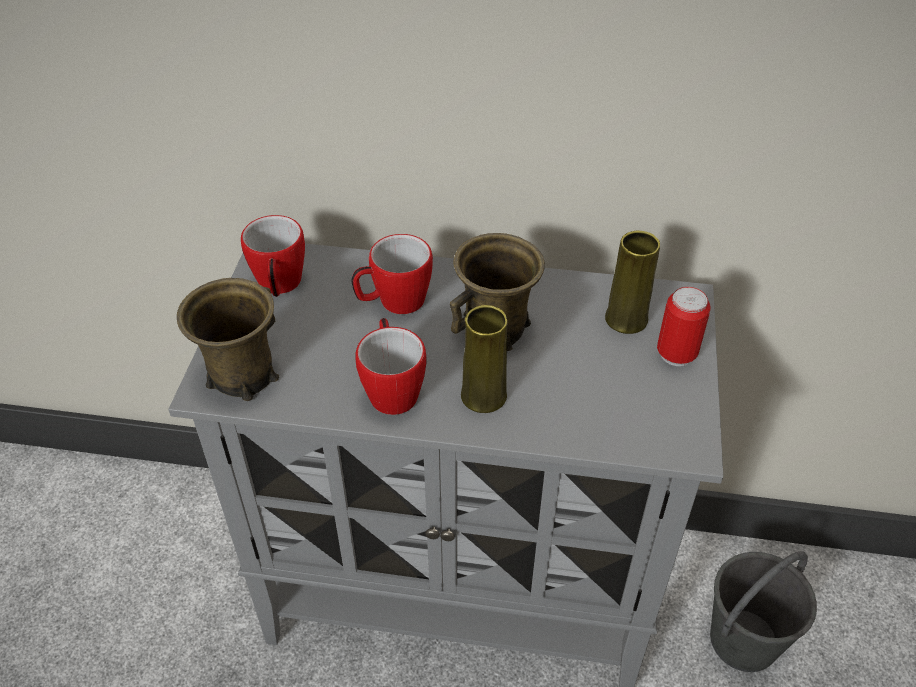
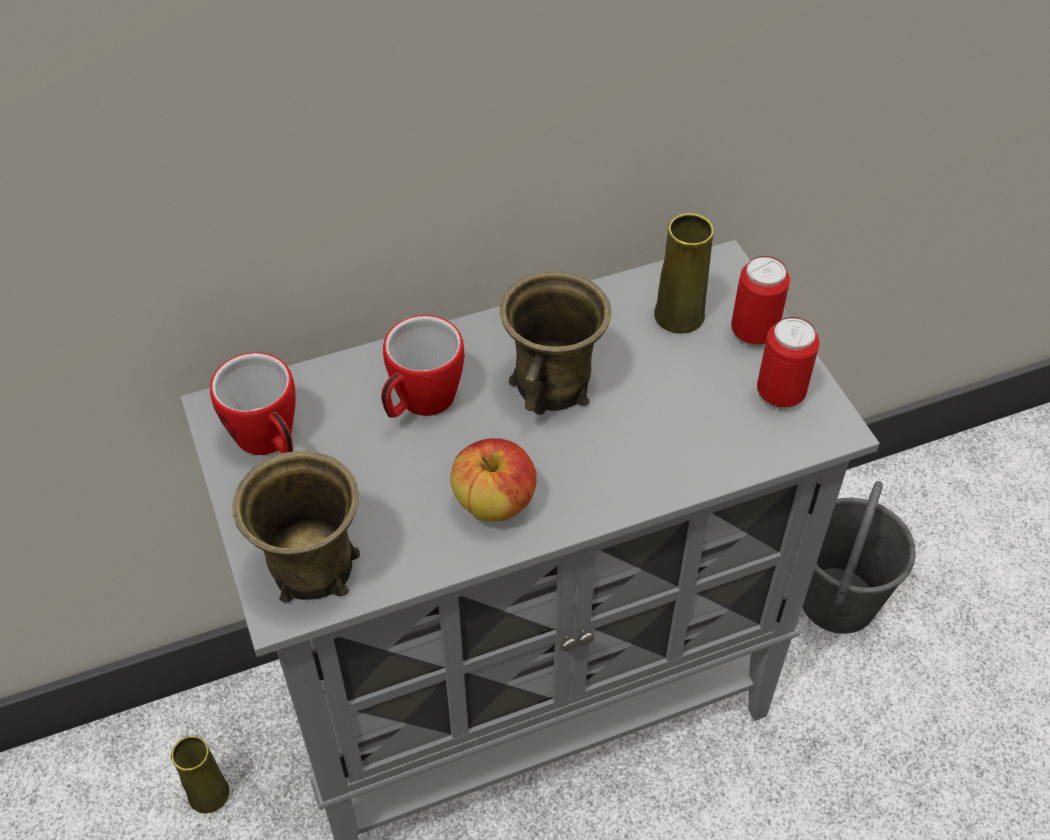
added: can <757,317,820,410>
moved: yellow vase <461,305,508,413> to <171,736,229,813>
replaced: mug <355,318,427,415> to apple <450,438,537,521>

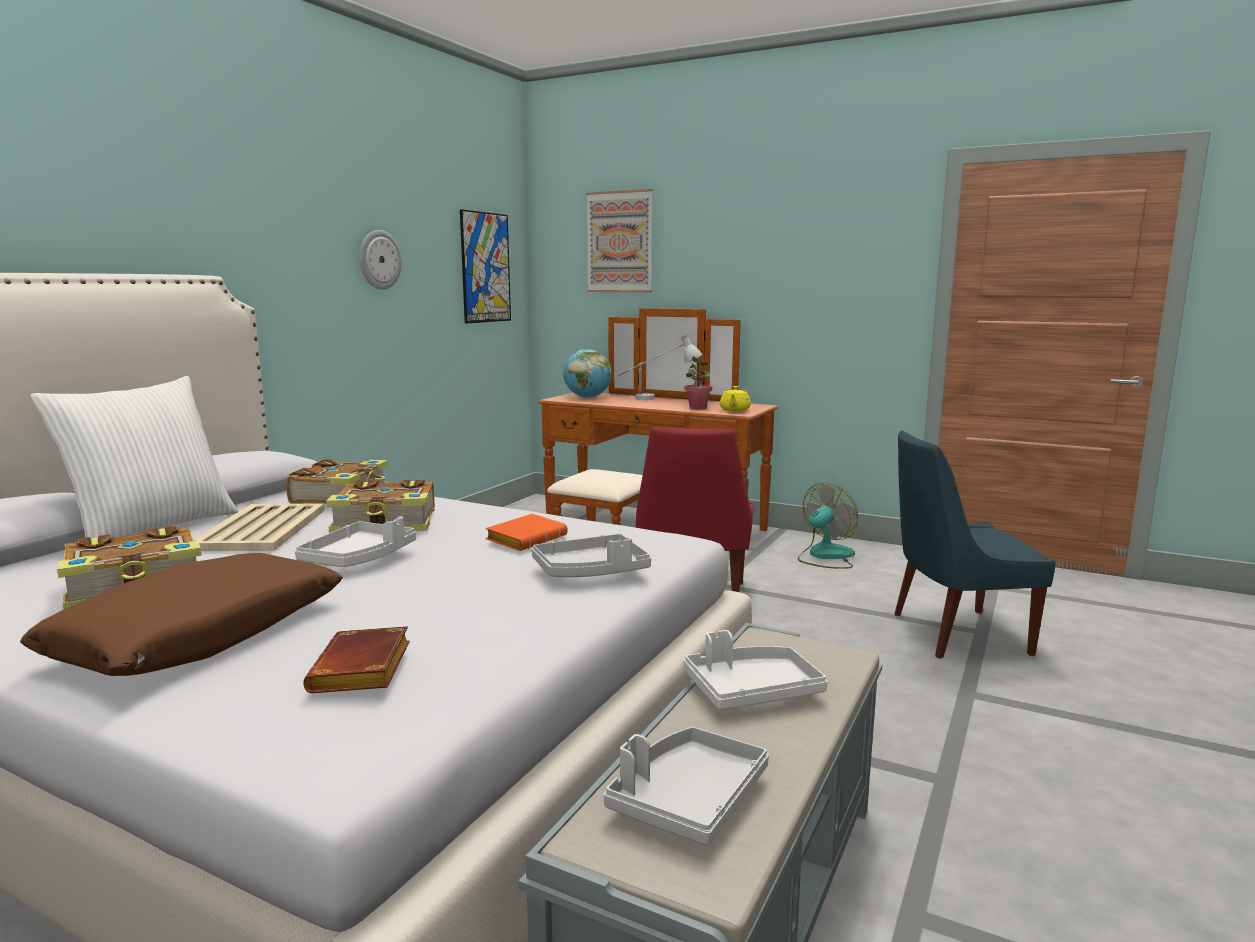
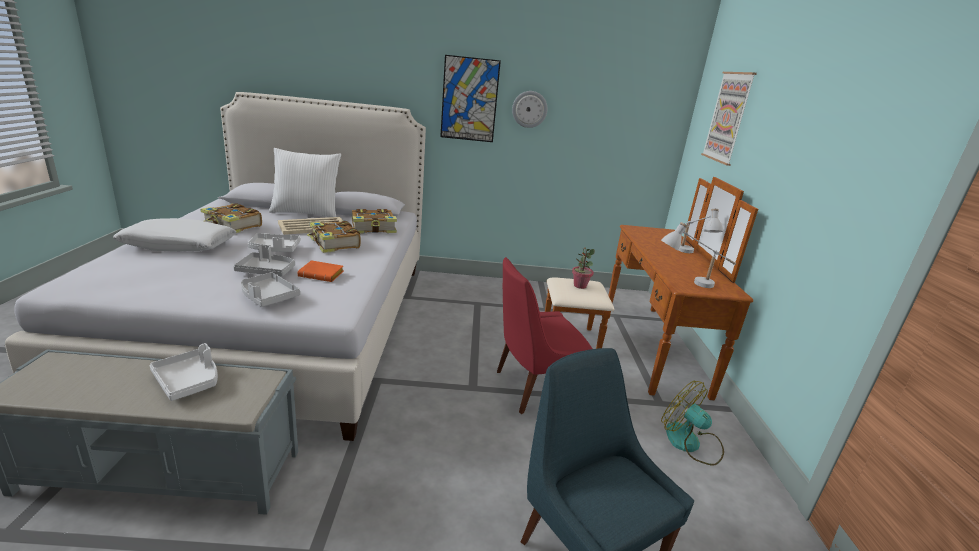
removed: globe <564,349,612,398>; brown book <303,626,410,693>
moved: picture <460,209,511,324> to <440,55,501,142>; potted plant <685,355,712,409> to <572,247,595,289>; grey tray <604,727,769,845> to <233,245,295,276>
replaced: yellow teapot <719,386,751,412> to white table lamp <661,222,736,288>
recoloured: brown pillow <20,553,343,676> to white pillow <113,218,237,252>
turned: fan <798,483,858,569> = <661,381,724,465> 150 degrees counterclockwise

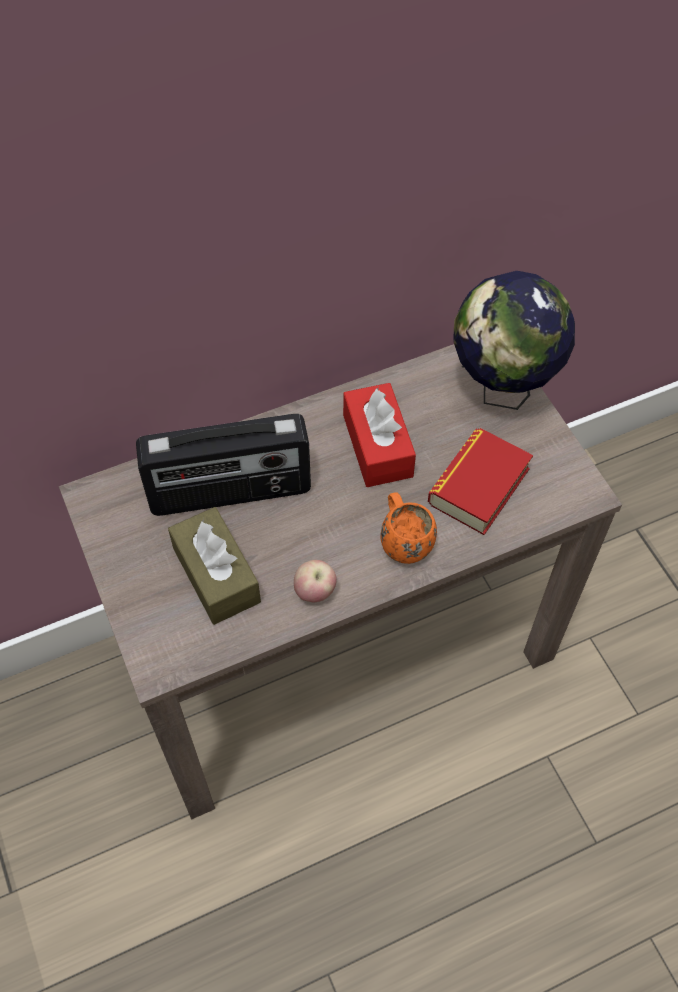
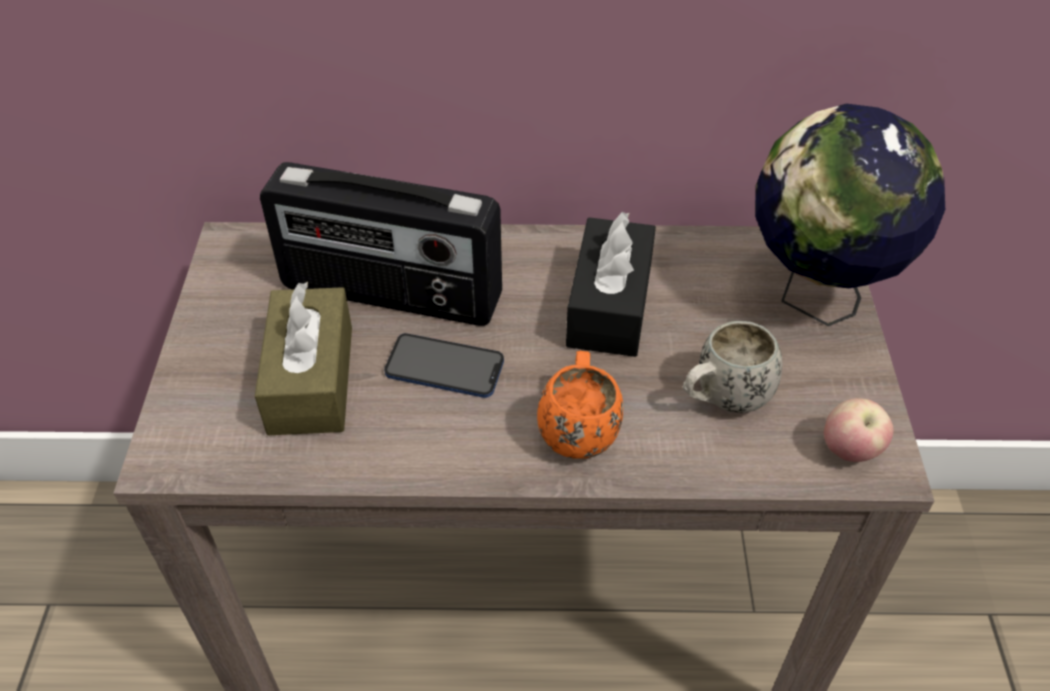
added: phone <384,333,504,398>
moved: apple <294,560,337,602> to <824,398,894,462>
replaced: book <428,428,533,535> to white mug <683,321,782,413>
recoloured: red tissue box <343,383,416,487> to black tissue box <566,212,656,357>

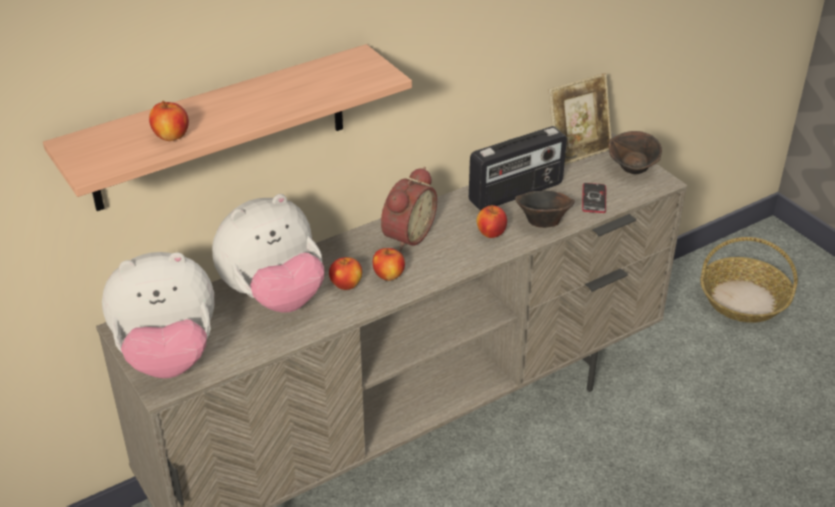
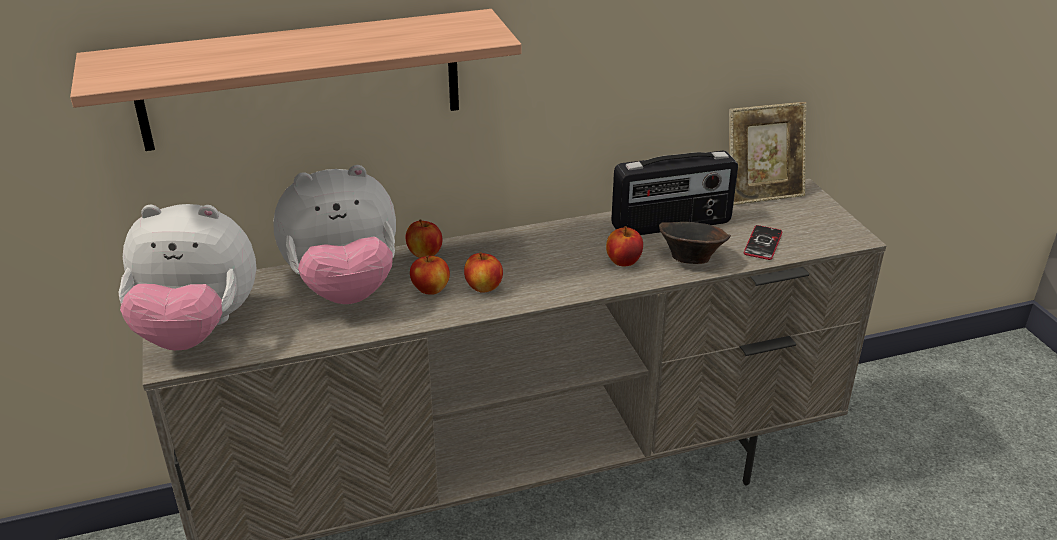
removed: brown bowl <609,131,662,174>; alarm clock <381,167,437,251>; basket <700,237,798,323>
moved: apple <149,101,189,141> to <406,219,443,258>

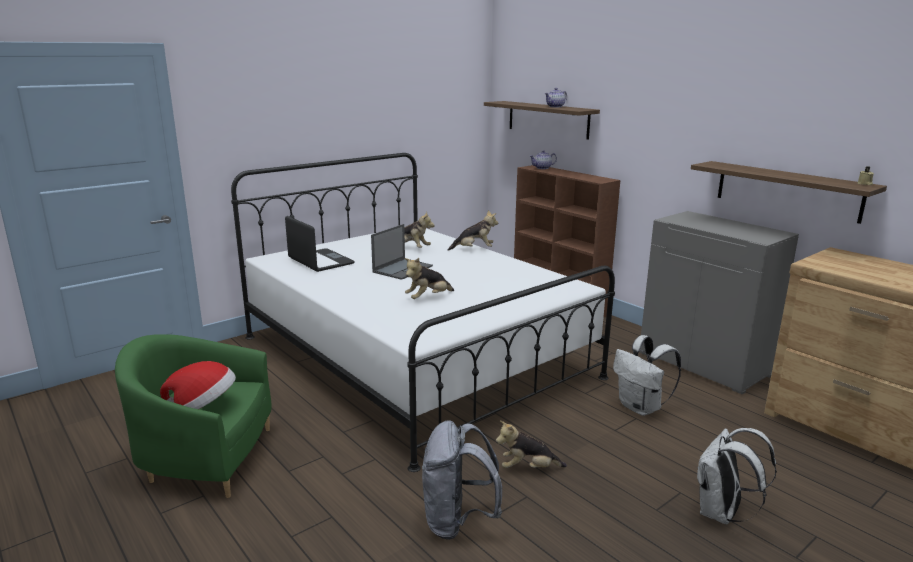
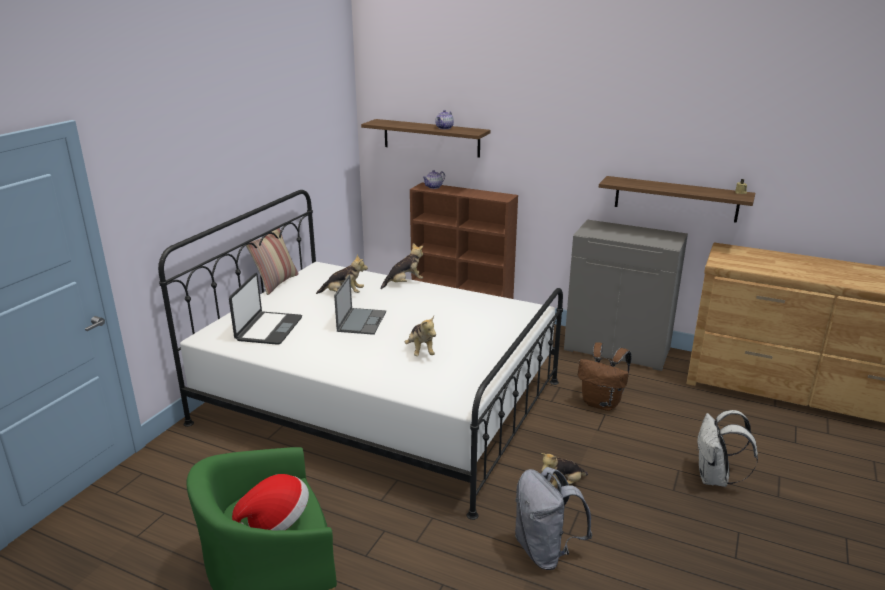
added: pillow <246,228,299,295>
recoloured: white backpack <613,335,681,416> to brown backpack <578,342,632,411>
turned: laptop <285,216,355,272> = <229,273,302,345> 75 degrees clockwise; plush toy <404,258,454,299> = <405,316,436,356> 45 degrees counterclockwise

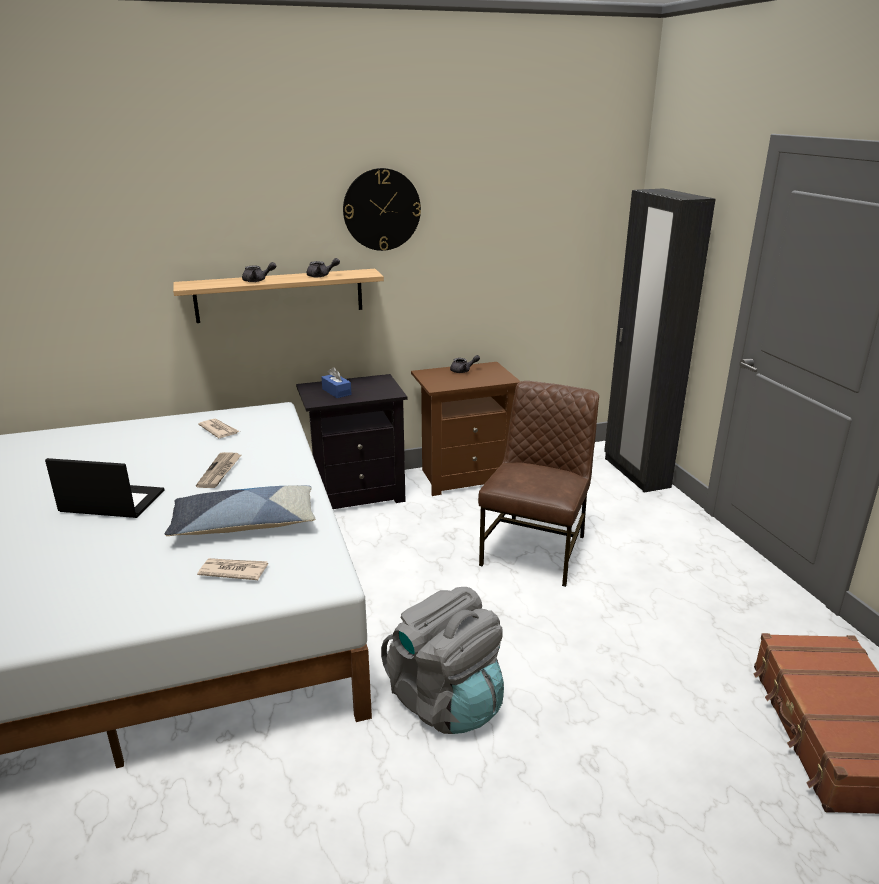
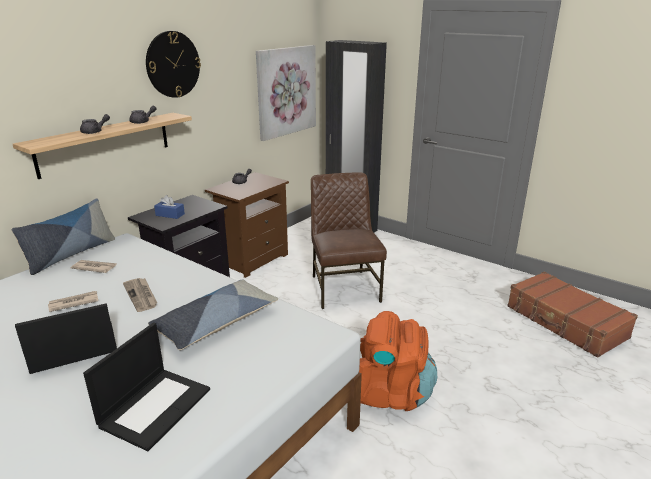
added: picture <256,45,316,141>; pillow <11,198,115,275>; laptop <83,322,210,451>
moved: newspaper <197,558,268,580> to <48,291,98,312>
recoloured: grey backpack <381,587,504,734> to orange backpack <359,311,437,411>

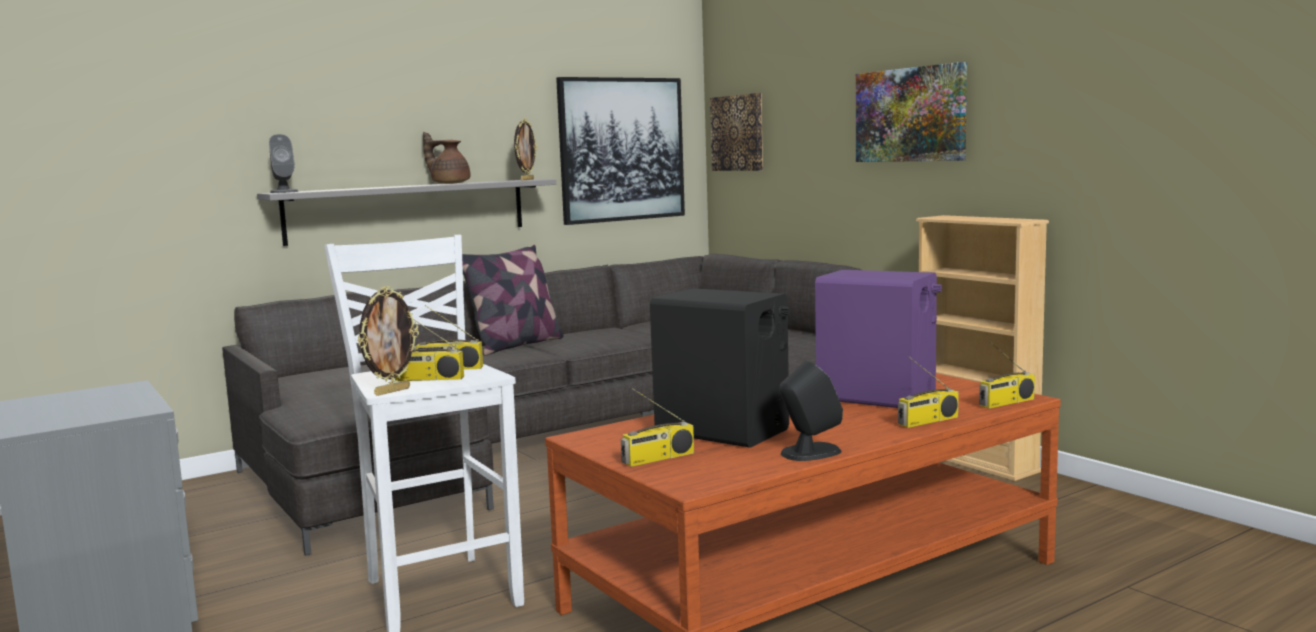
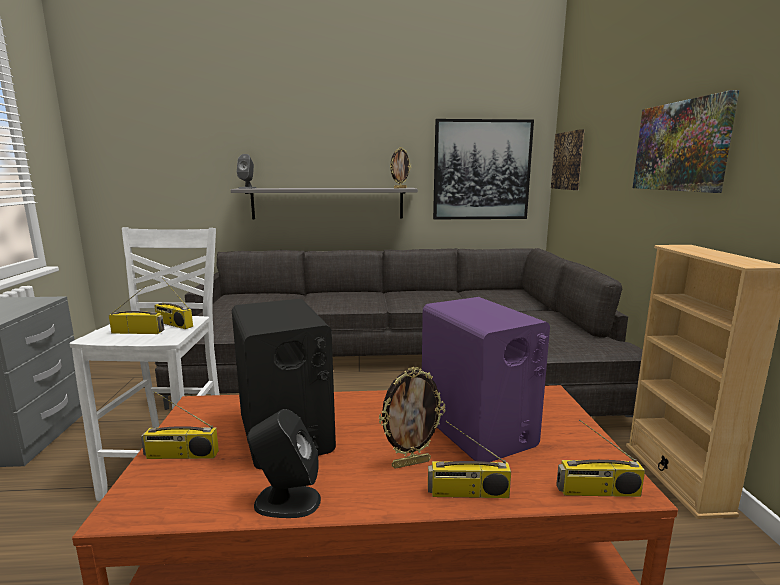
removed: brown teapot <423,132,470,184>; pillow <462,245,564,355>
moved: picture frame <357,286,419,396> to <378,367,445,469>
turned: radio <395,319,464,381> = <109,286,164,334> 150 degrees clockwise

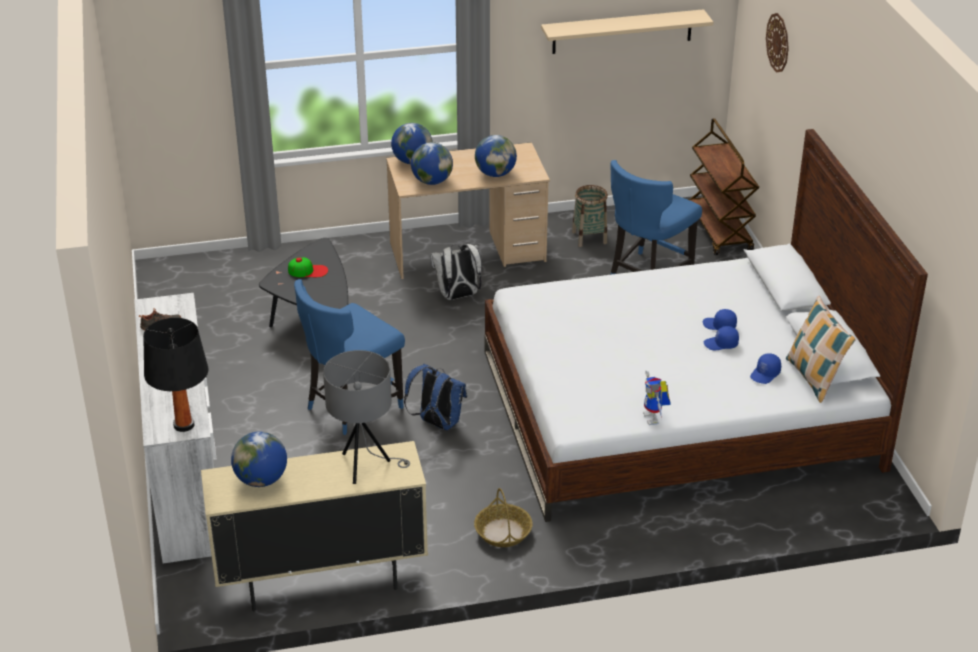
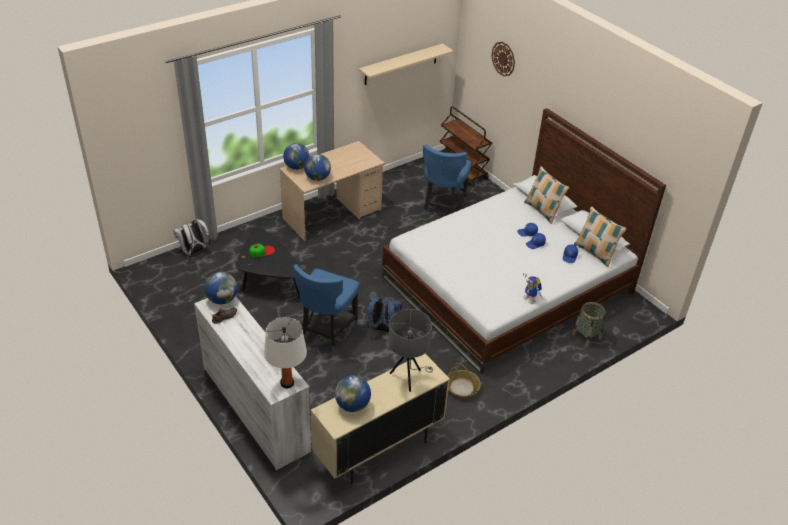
added: pillow <524,166,569,224>
moved: globe <475,135,517,177> to <204,272,238,304>; basket <572,185,608,247> to <572,302,606,347>; white backpack <430,244,482,300> to <173,219,210,256>
recoloured: black table lamp <143,318,209,432> to white table lamp <264,317,307,388>

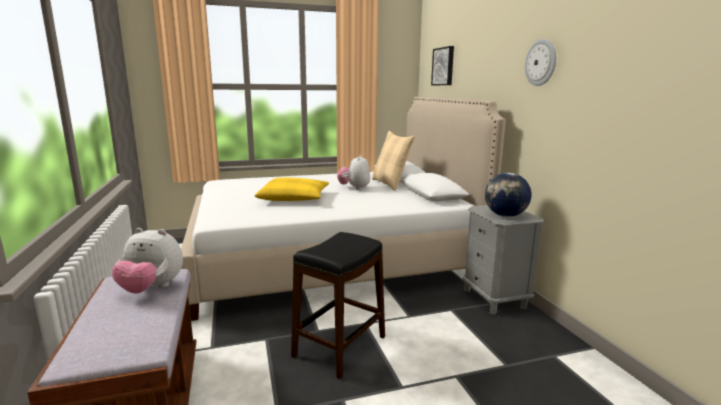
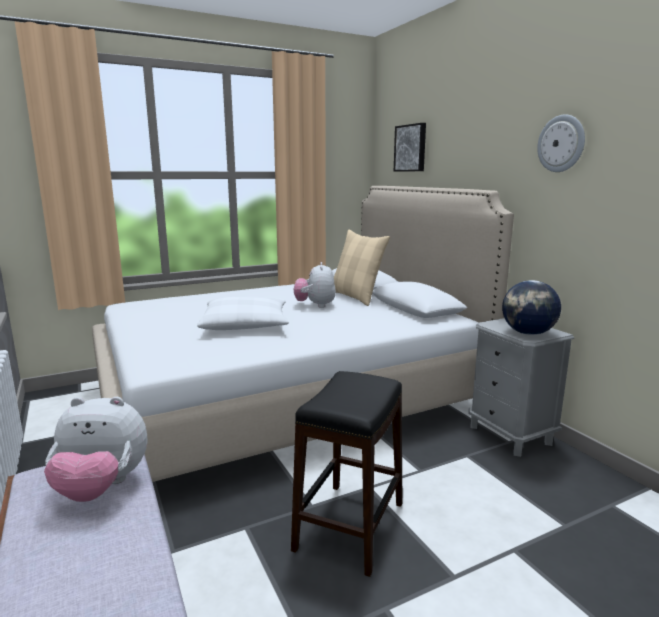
recoloured: yellow pillow <255,177,329,201> to white pillow <197,297,289,330>

